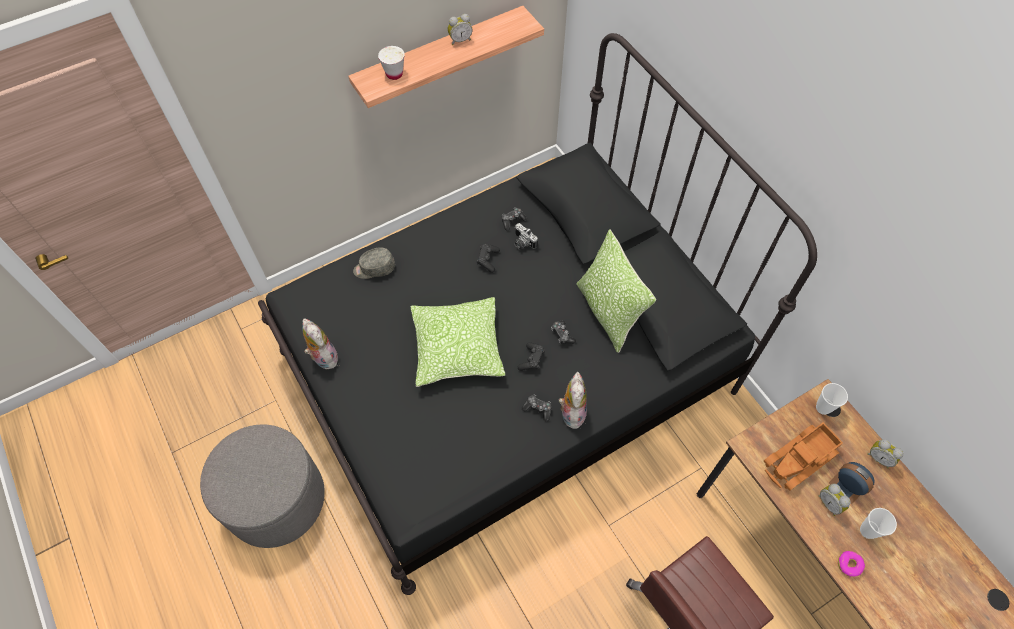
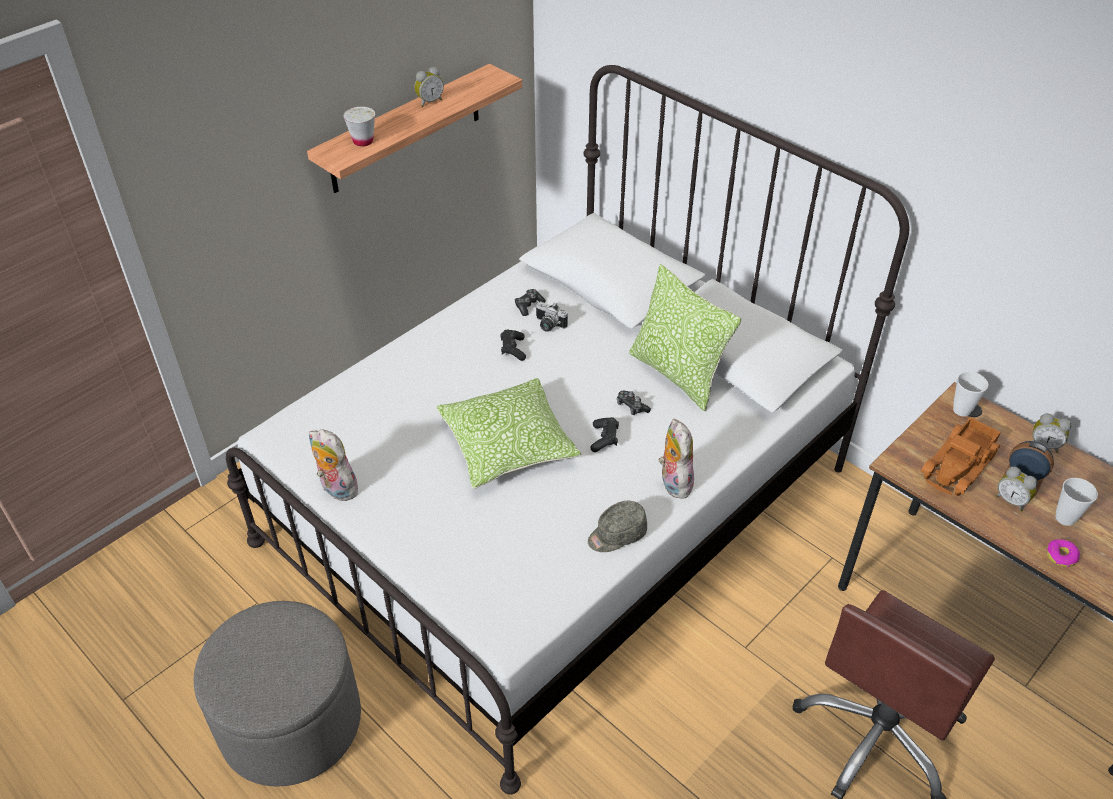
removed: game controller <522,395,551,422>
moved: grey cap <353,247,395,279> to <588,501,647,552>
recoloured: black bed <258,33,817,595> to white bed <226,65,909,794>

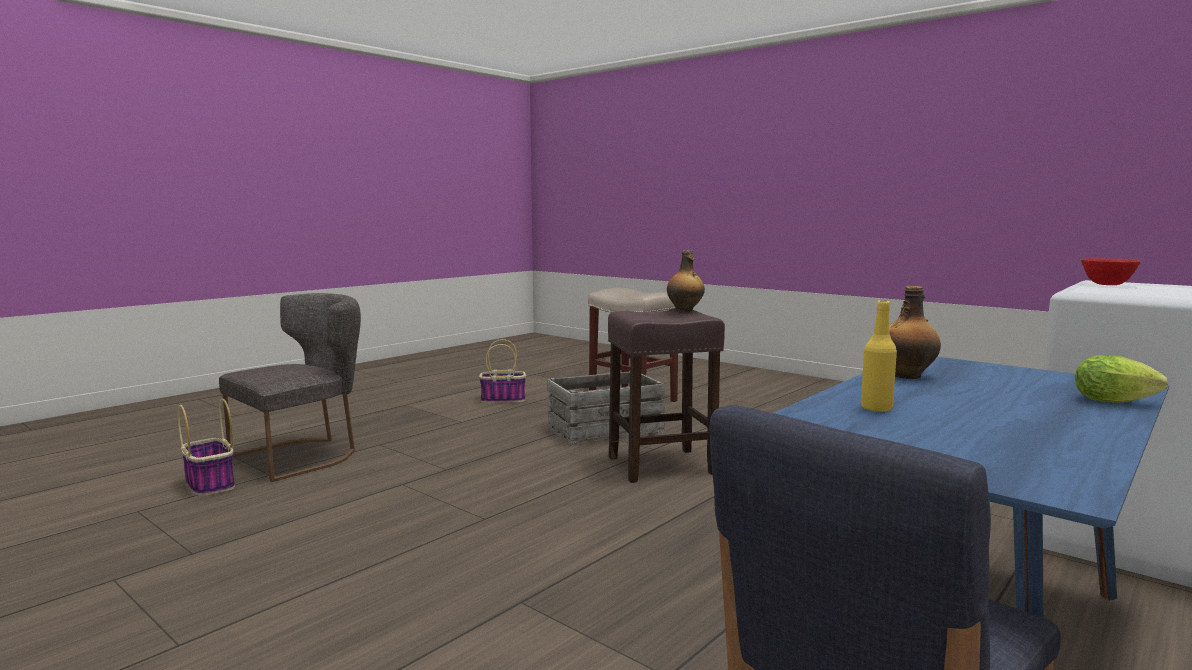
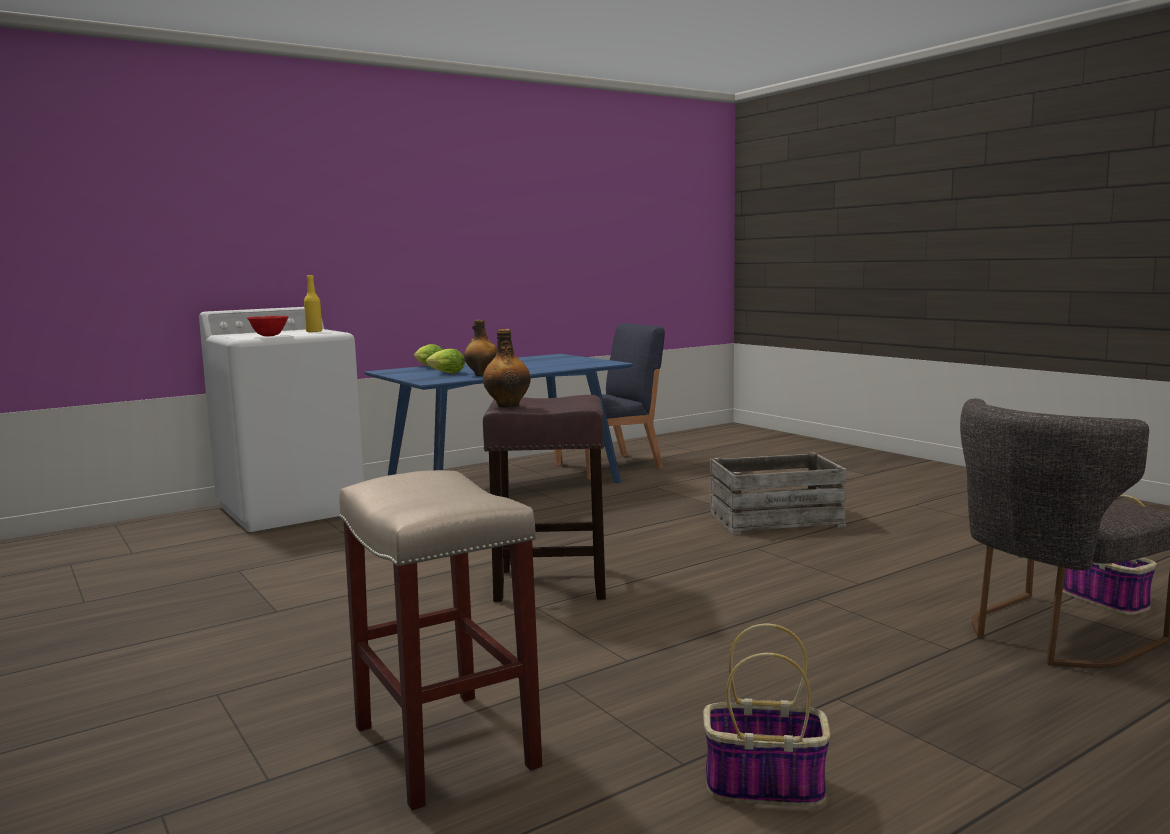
added: lettuce <426,349,465,373>
moved: yellow bottle <861,300,897,412> to <304,275,322,332>; crate <547,372,665,446> to <711,453,846,535>

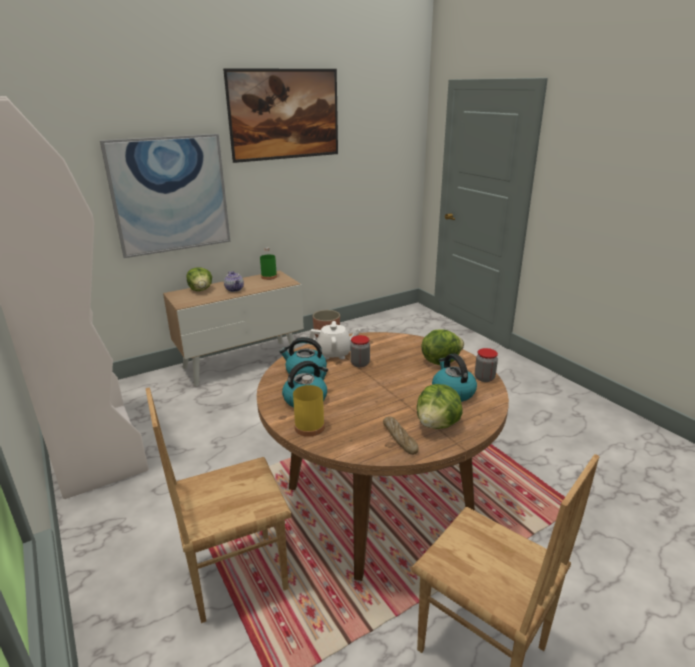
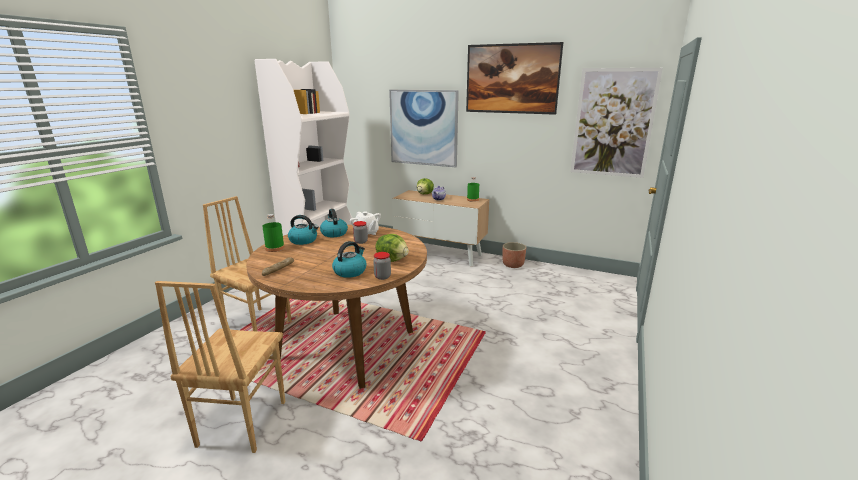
removed: lettuce <417,384,463,429>
added: picture <571,68,663,178>
recoloured: yellow bottle <293,375,325,437> to green bottle <262,214,285,252>

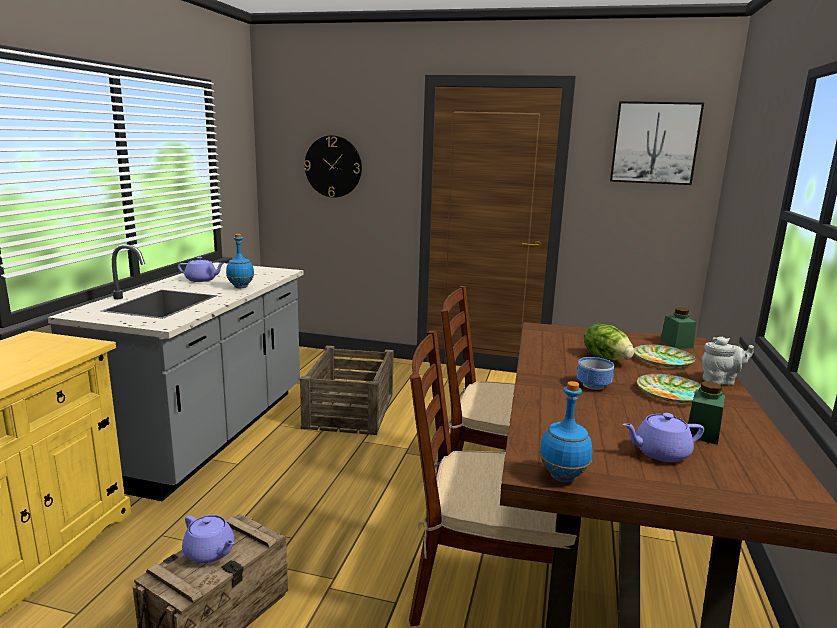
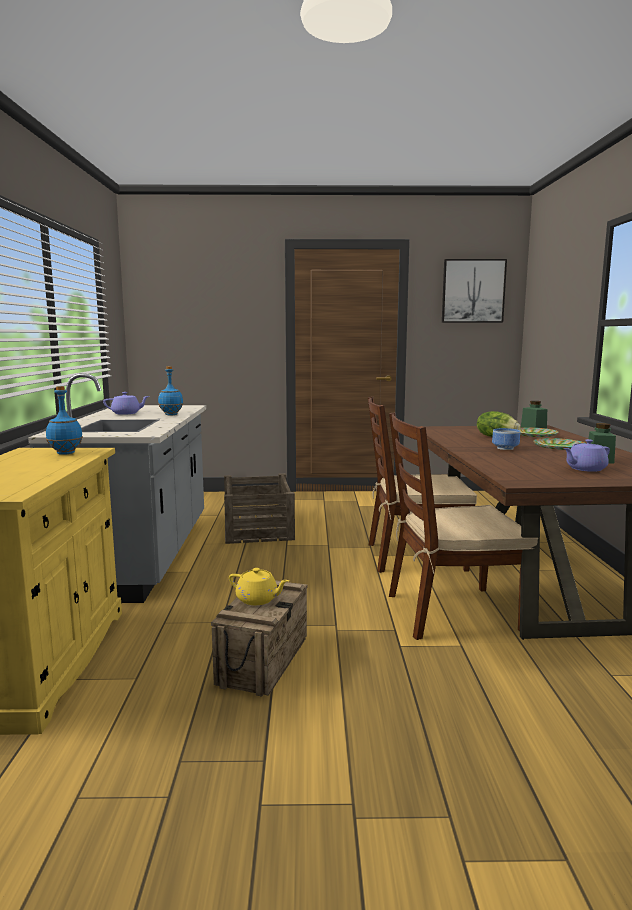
removed: wall clock <304,135,362,198>; grey teapot <702,337,754,385>
moved: blue bottle <539,381,592,482> to <46,386,83,455>
recoloured: purple teapot <182,515,234,563> to yellow teapot <229,568,289,605>

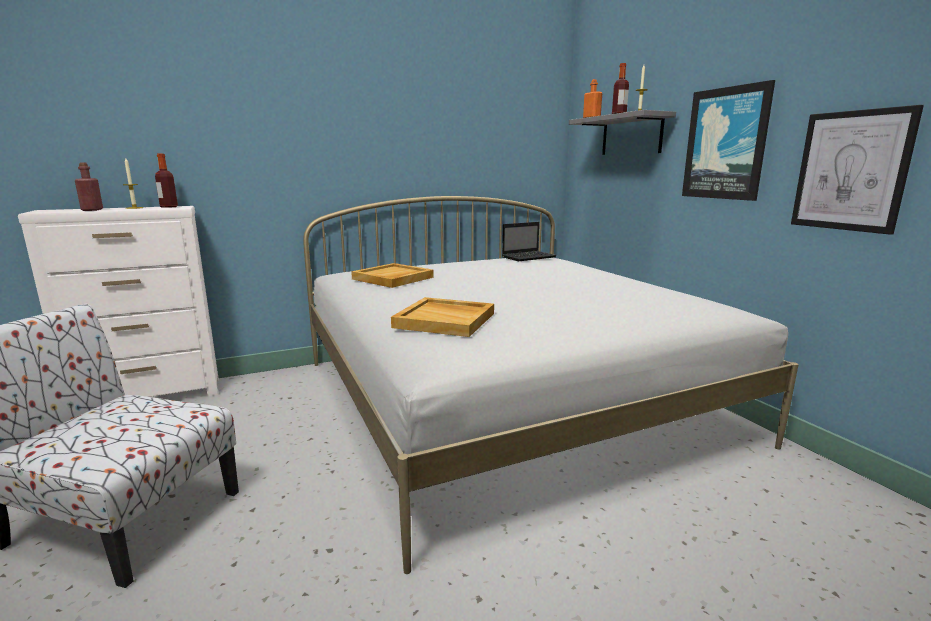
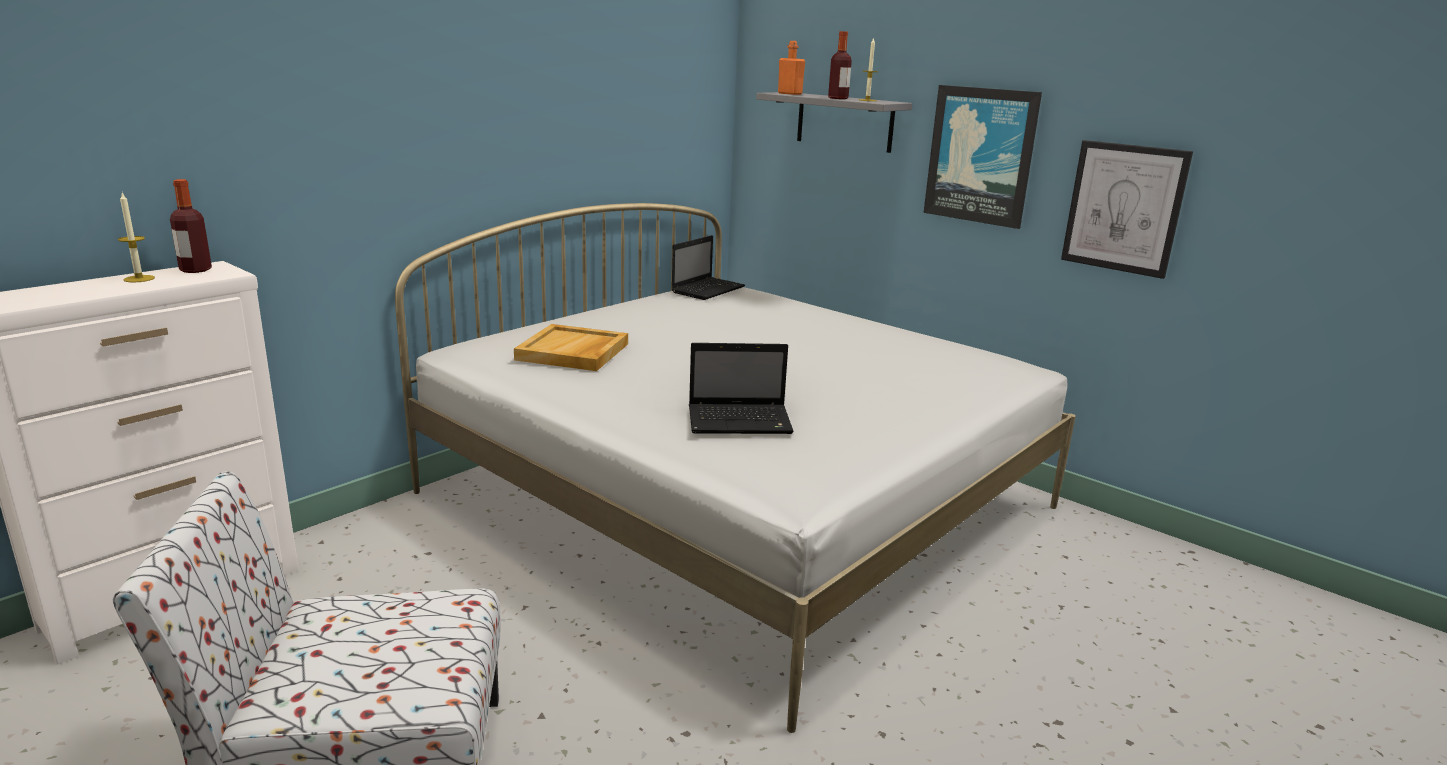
removed: red bottle <75,163,103,211>
replaced: beige tray <391,297,494,337> to laptop <689,343,794,434>

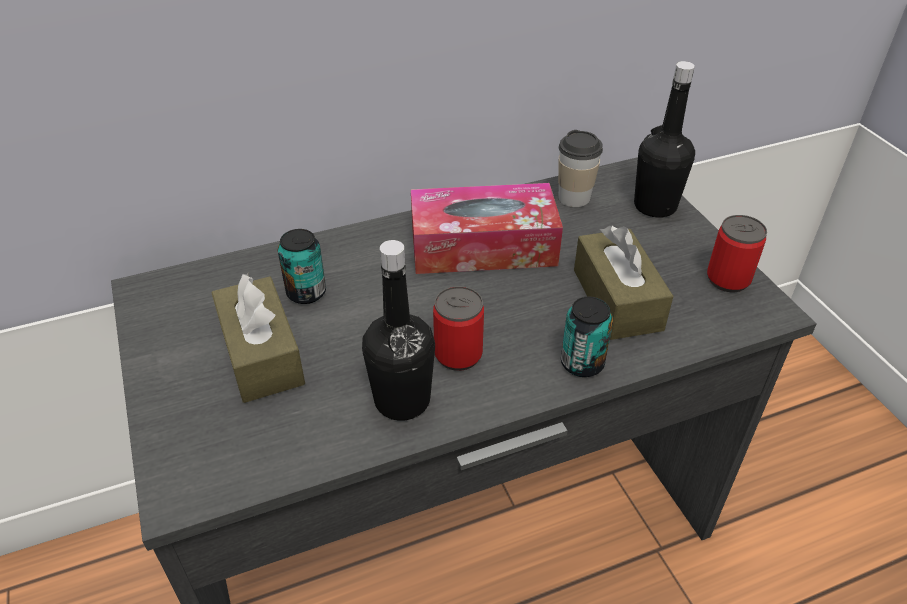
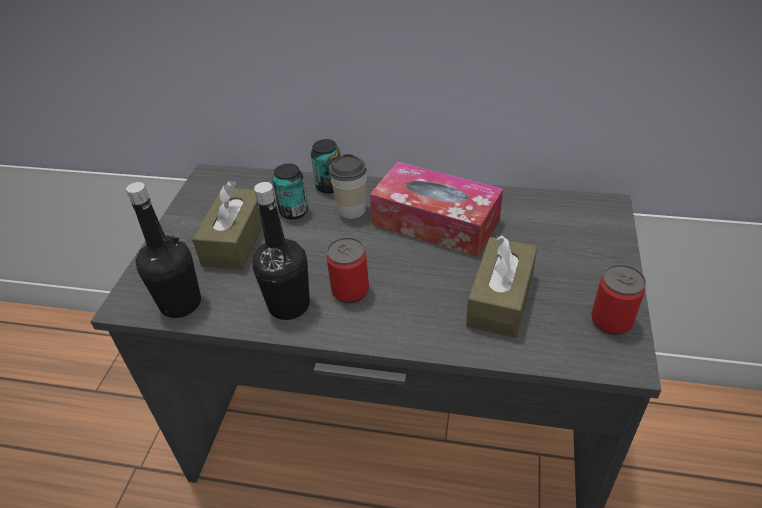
moved: black bottle <634,61,695,218> to <126,182,201,318>; cup <558,130,603,207> to <329,154,367,219>; can <561,297,613,377> to <311,139,340,194>

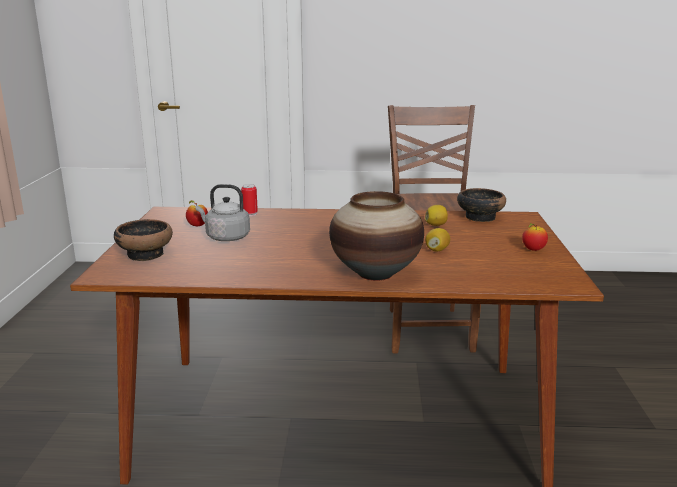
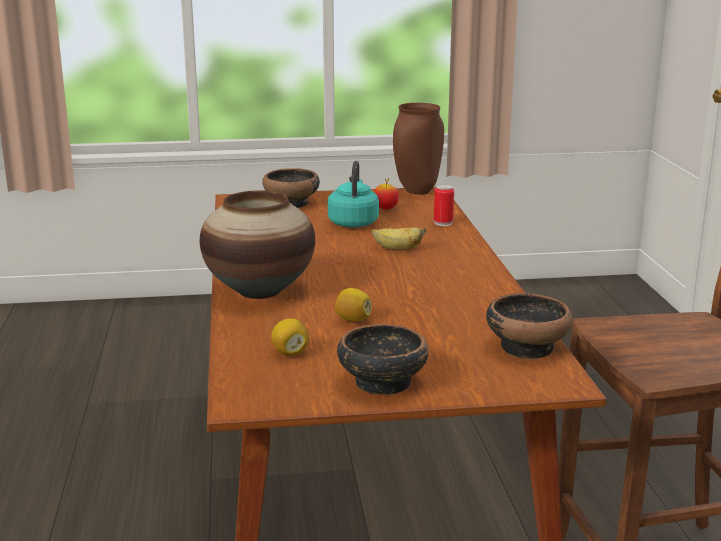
added: brown vase <393,103,444,195>; banana <372,227,426,249>
moved: lemon <425,205,448,226> to <271,318,309,356>
replaced: apple <522,223,548,251> to bowl <337,324,429,395>
recoloured: grey kettle <196,184,250,241> to turquoise kettle <328,161,379,228>

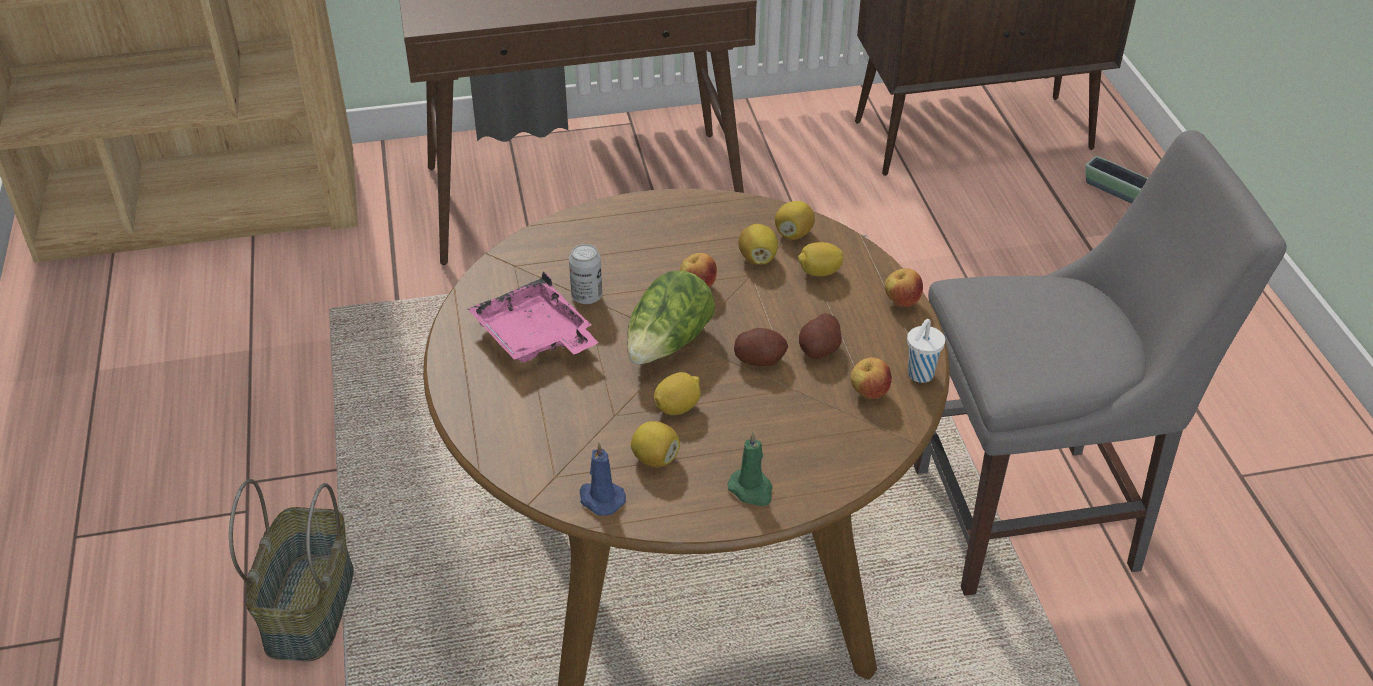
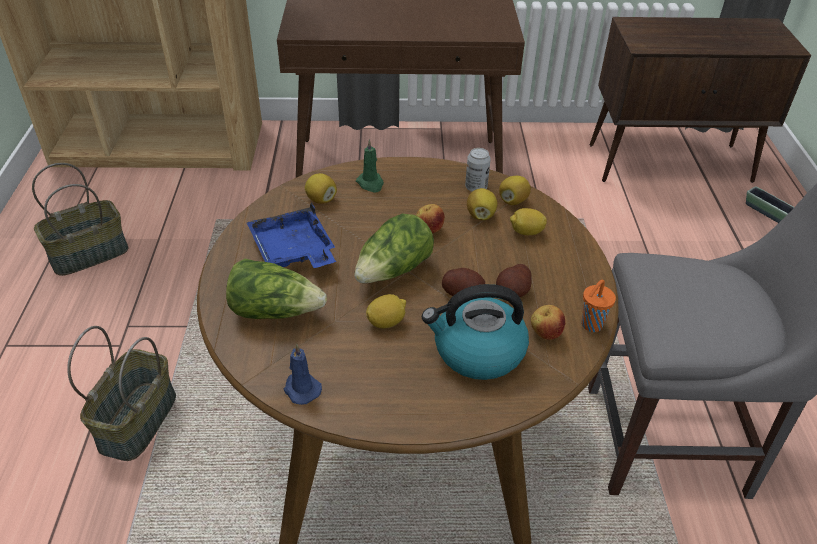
removed: apple <885,268,923,307>
added: basket <32,163,129,276>; lettuce <226,259,327,319>; kettle <422,284,529,380>
moved: can <569,244,602,304> to <465,148,491,192>; lemon <631,421,680,467> to <305,173,337,204>; green candle <727,432,773,506> to <356,139,384,193>
recoloured: pink tray <468,271,599,362> to blue tray <246,203,336,268>; white cup <907,319,945,383> to orange cup <581,280,616,332>

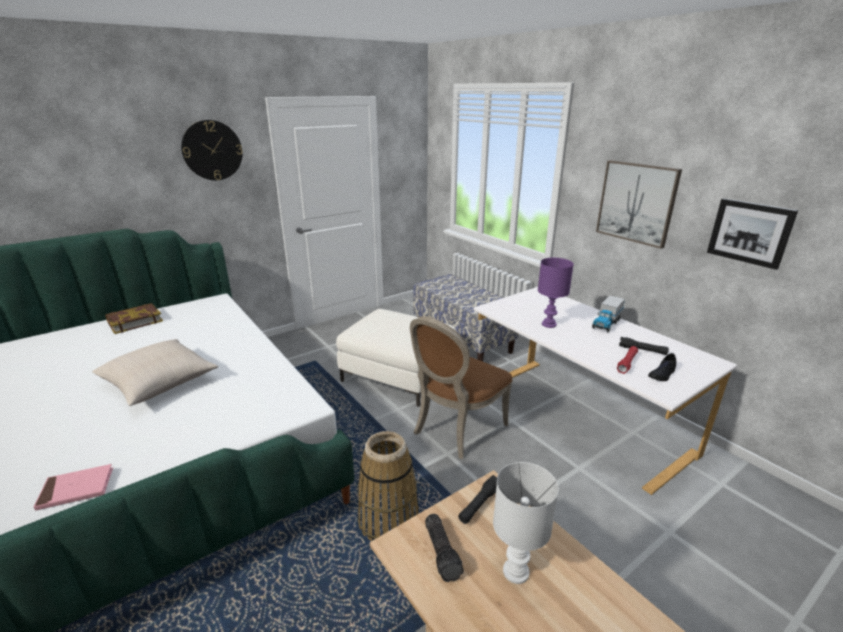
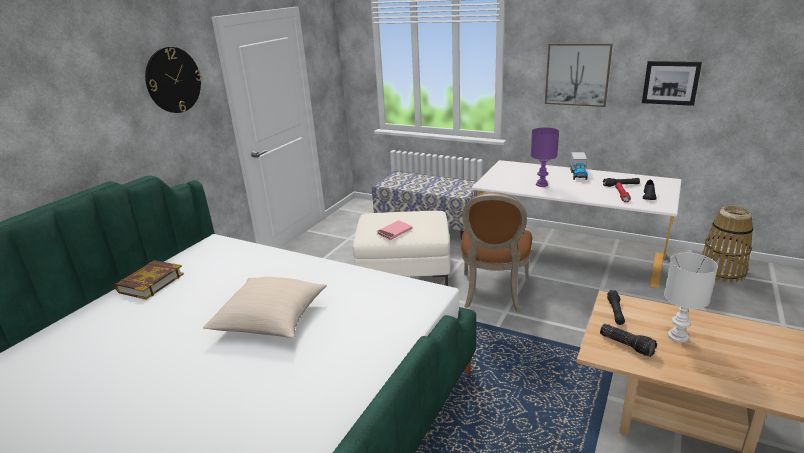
moved: basket <357,431,419,541> to <702,206,753,283>; pink book <34,464,113,510> to <377,220,413,240>

